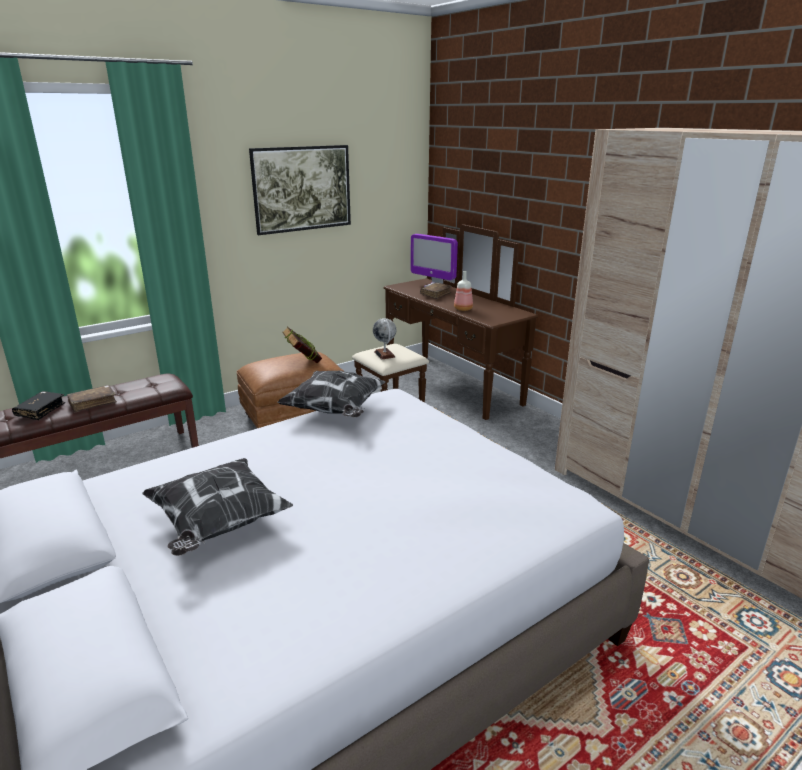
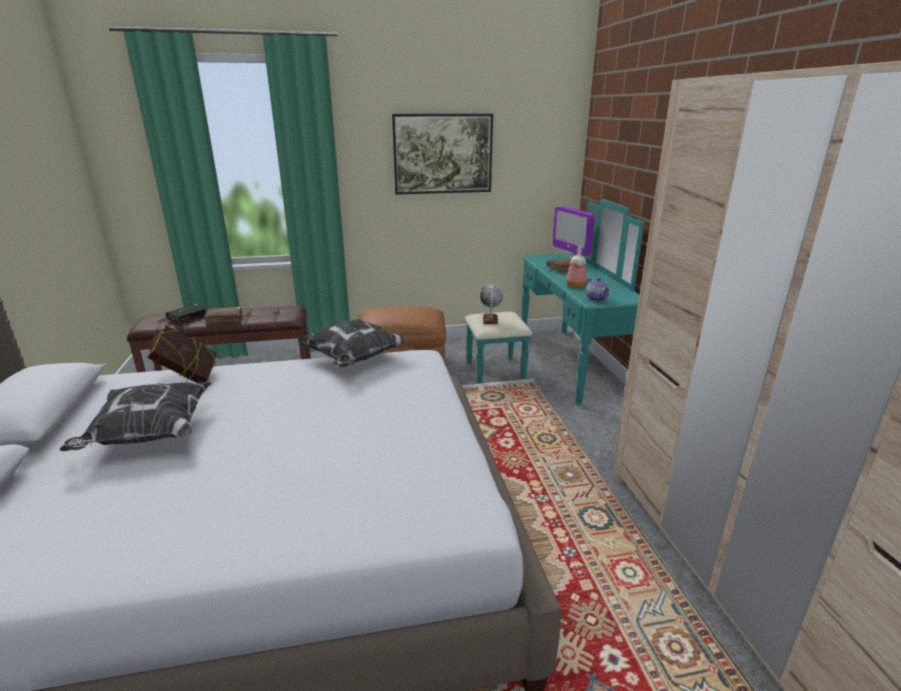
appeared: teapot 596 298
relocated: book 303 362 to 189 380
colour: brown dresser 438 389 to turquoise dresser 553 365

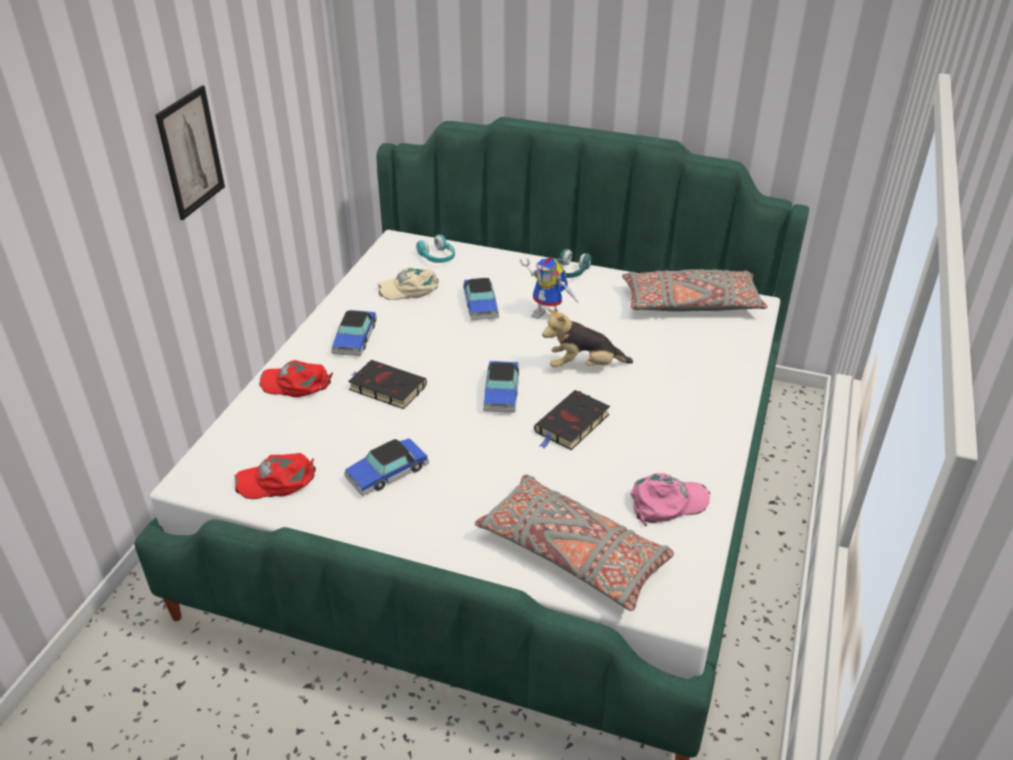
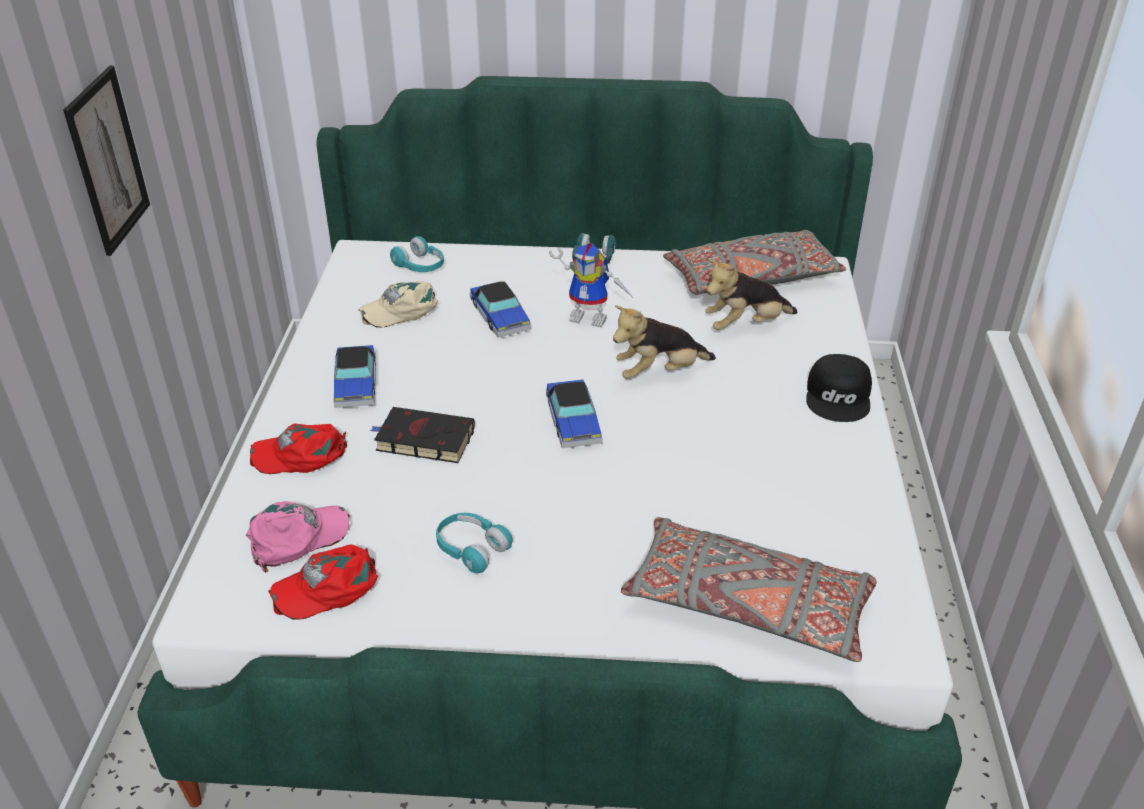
missing: black book 571 425
appeared: plush toy 745 325; black cap 839 396
relocated: pink cap 668 503 to 298 537
exchanged: toy car 387 473 to turquoise headphones 471 549

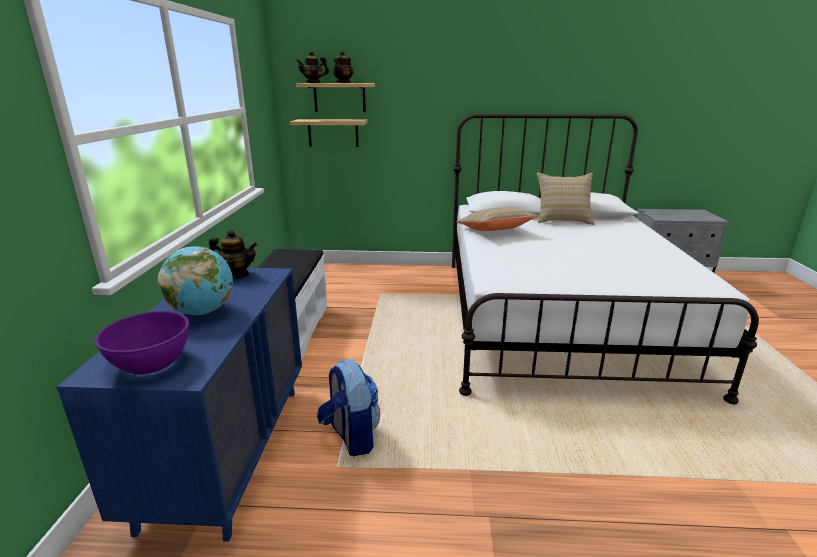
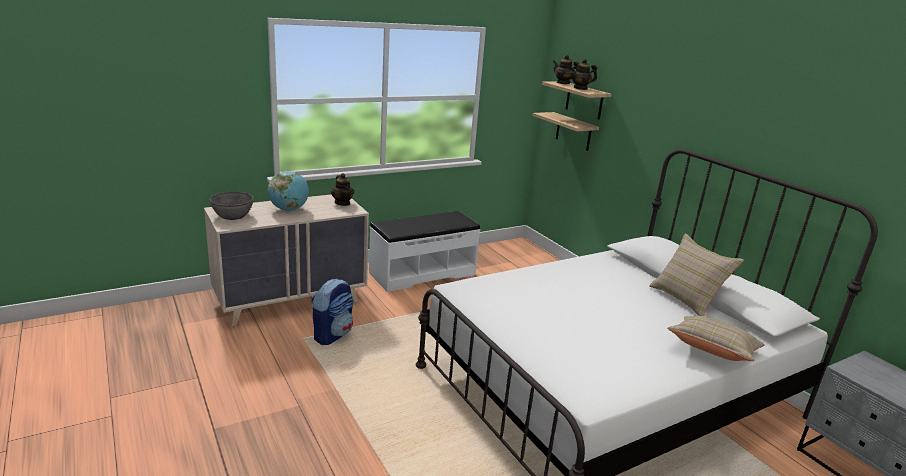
relocated: beige pillow 495 231 to 712 351
colour: blue dresser 228 450 to beige dresser 291 300; purple bowl 151 362 to grey bowl 232 216

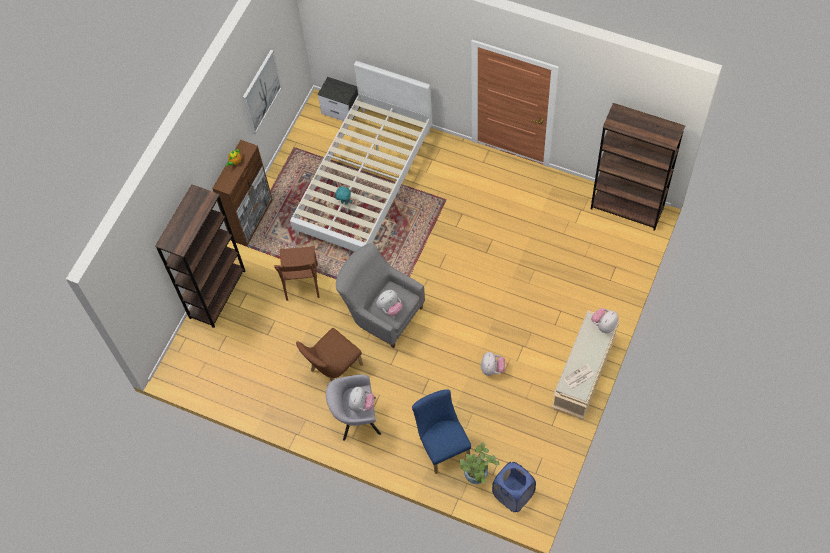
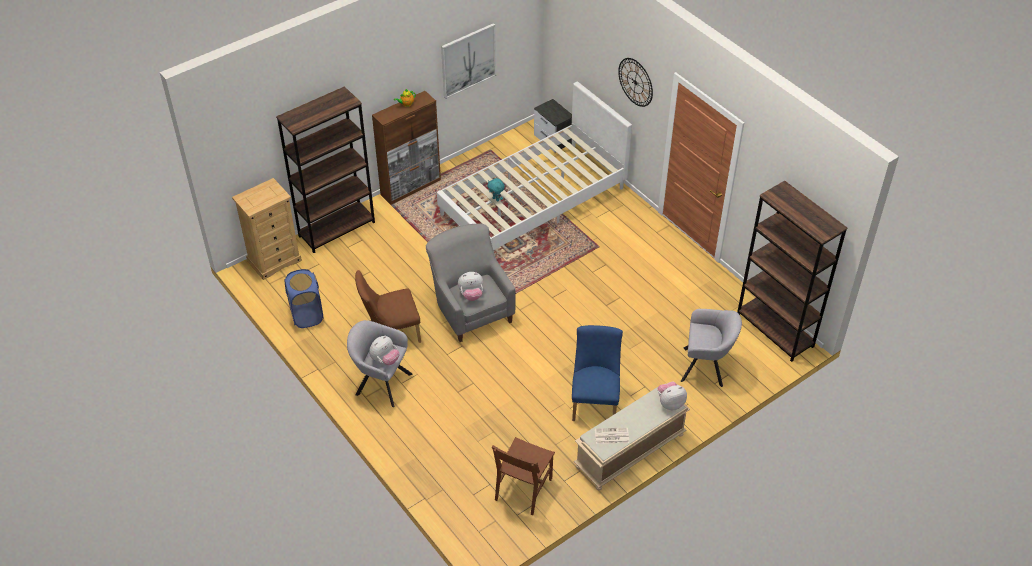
missing: potted plant 478 476; plush toy 492 369
appeared: beige dresser 274 260; wall clock 635 82; grey armchair 706 367
relocated: brown chair 302 282 to 523 489; blue chair 442 445 to 594 401; blue laundry basket 513 495 to 307 315

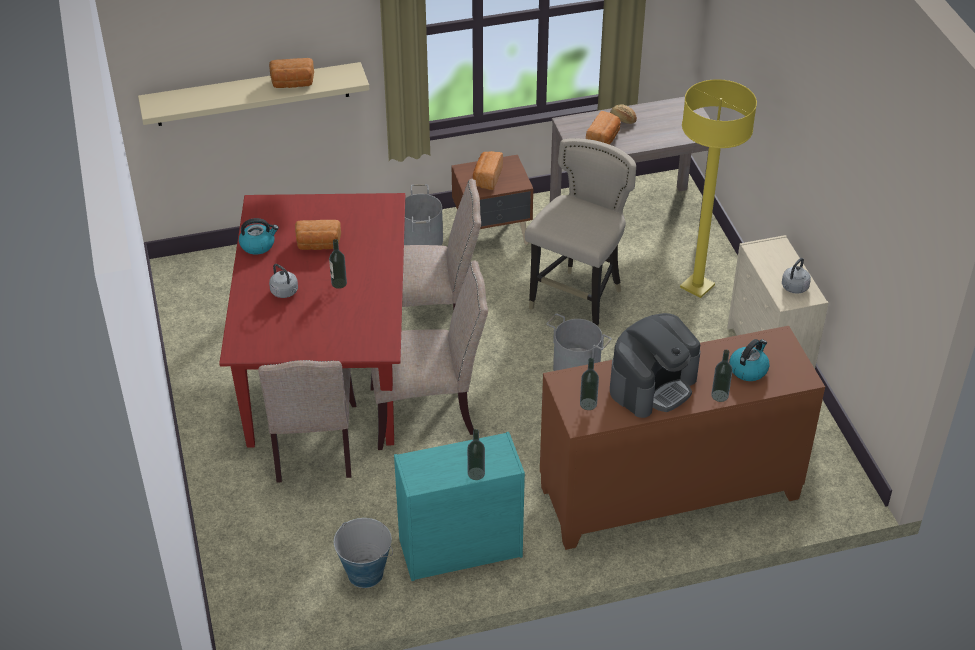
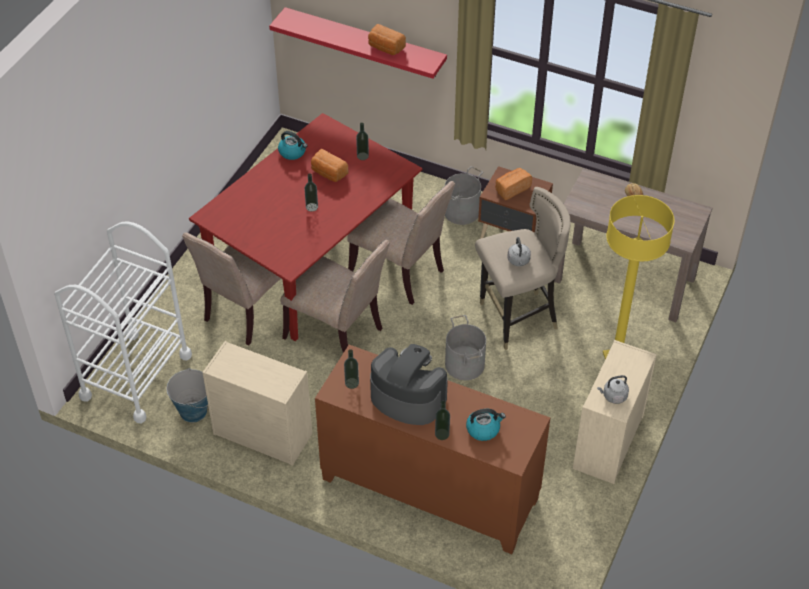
missing: bread 603 139
appeared: white cart 136 376
relocated: grey kettle 285 292 to 518 261; bottle 476 473 to 362 156
colour: beige shelf 252 94 to red shelf 364 42; turquoise dresser 458 548 to beige dresser 261 433
spun: coffee machine 653 385 = 407 398 150 degrees counterclockwise

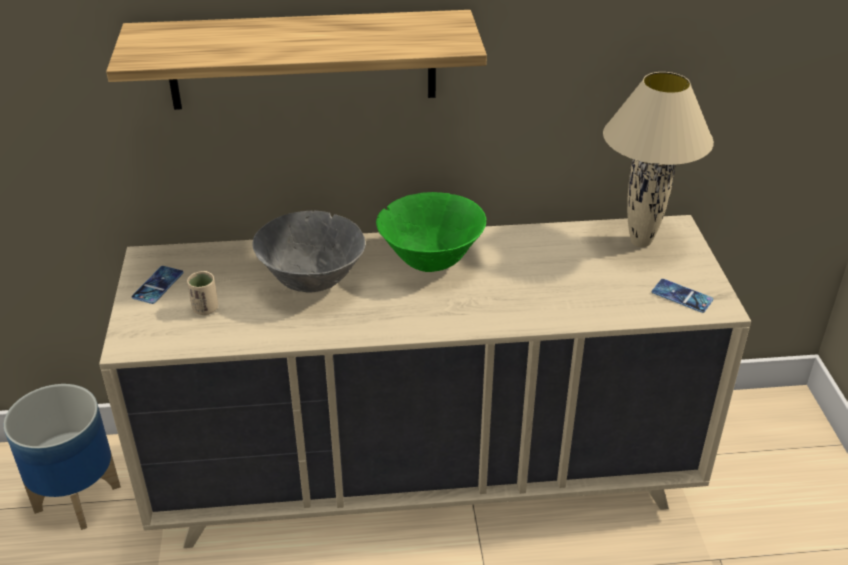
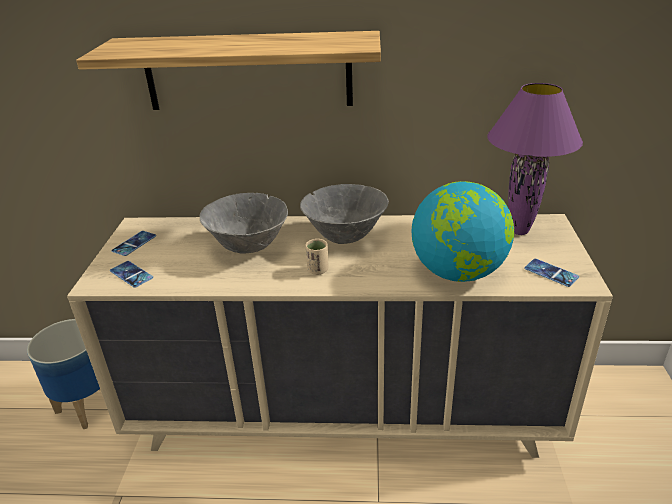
appeared: phone 131 274; globe 458 273
relocated: beige cup 205 309 to 318 270
colour: green bowl 430 262 to grey bowl 345 238; beige table lamp 641 242 to purple table lamp 520 231

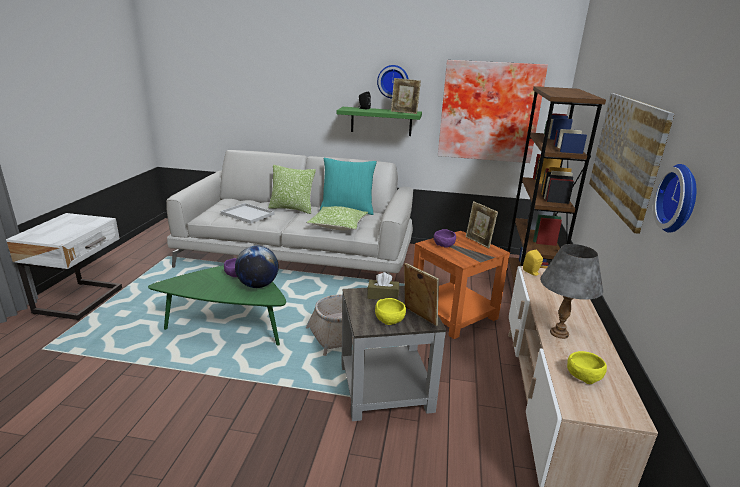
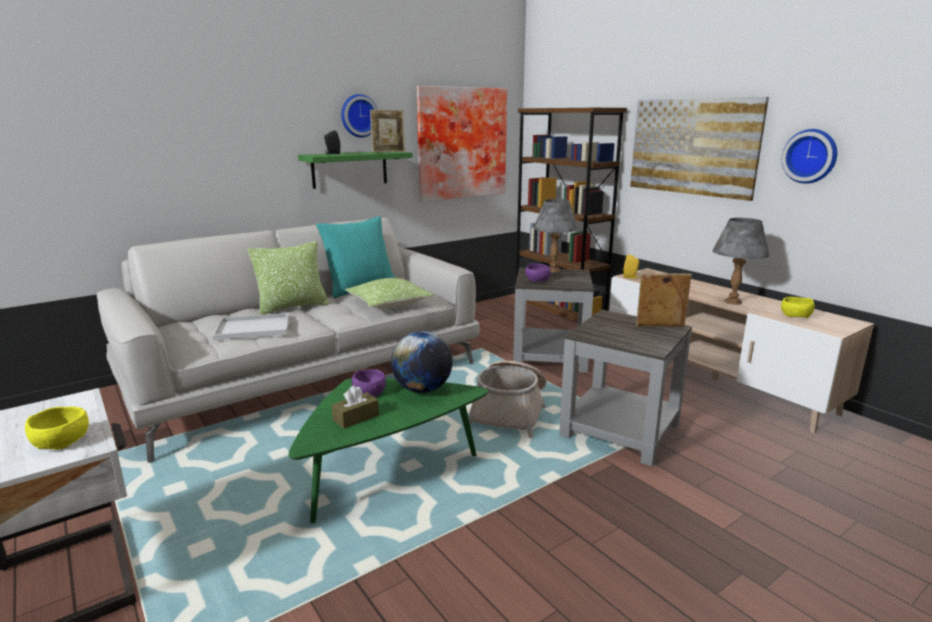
relocated: brown tissue box 383 296 to 356 418; yellow bowl 390 319 to 63 441
exchanged: picture frame 478 242 to grey table lamp 553 270
colour: orange side table 454 313 to grey side table 551 355

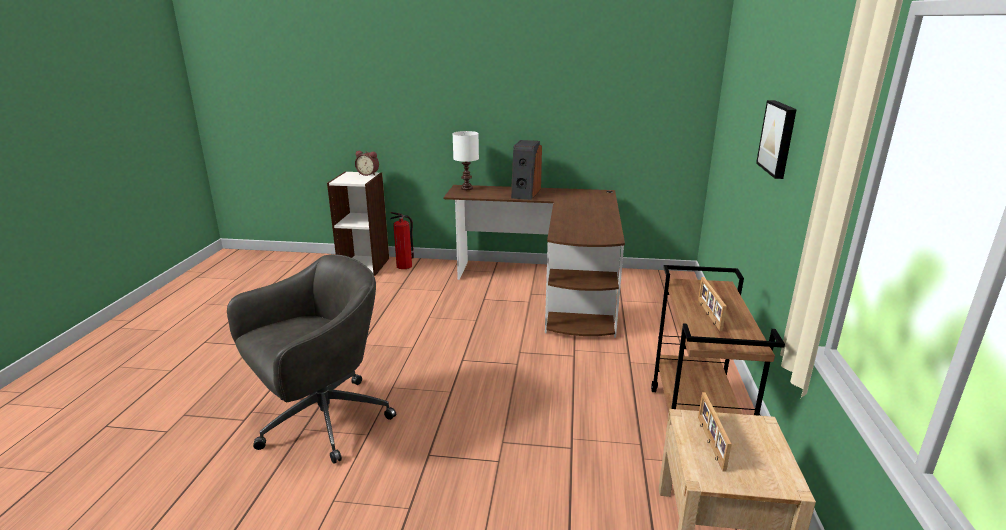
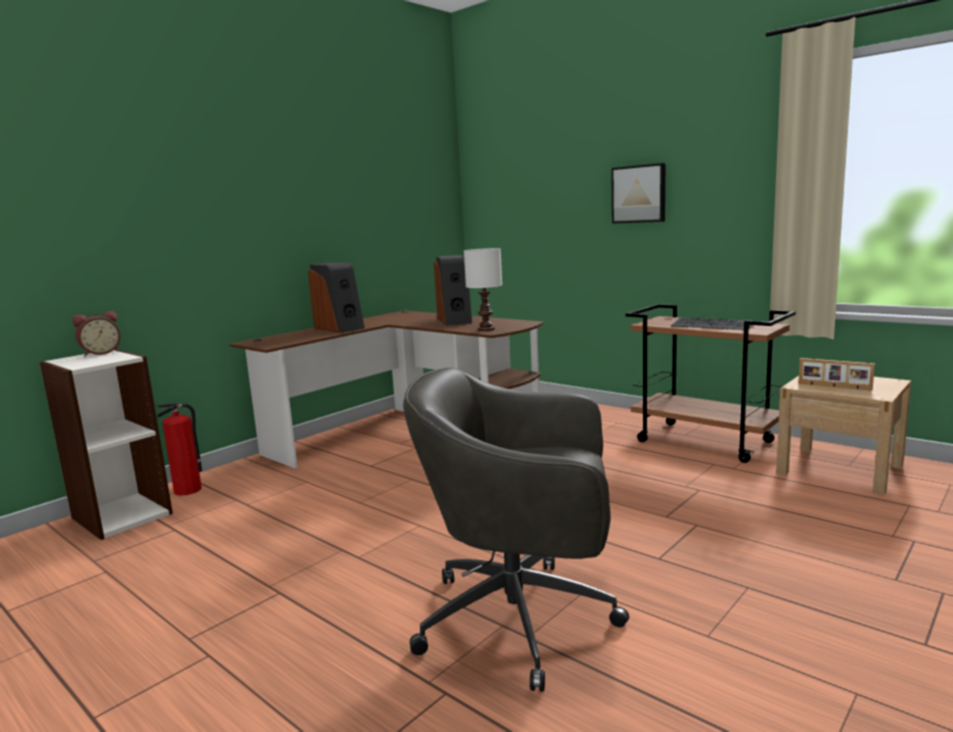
appeared: speaker 455 320
relocated: white table lamp 467 188 to 485 329
exchanged: picture frame 708 314 to keyboard 712 325
spun: grey office chair 321 421 = 523 619 75 degrees counterclockwise

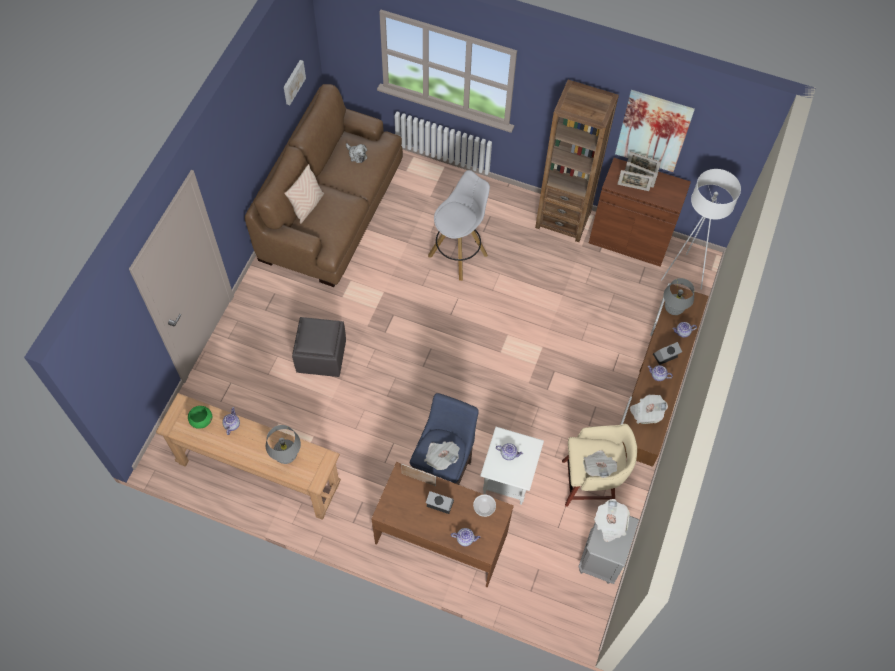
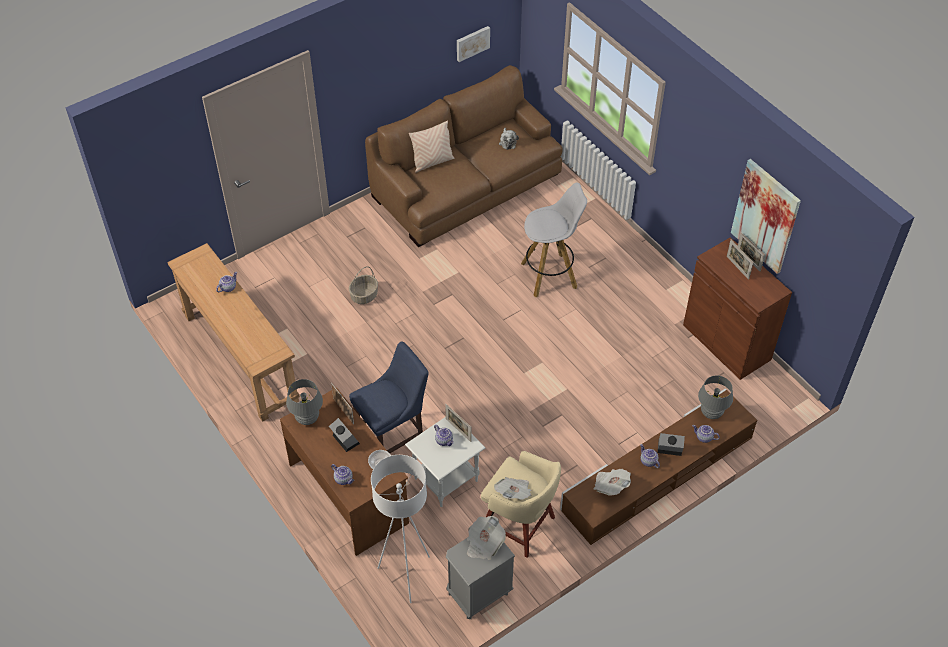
missing: green bowl 201 420; newspaper 441 457; brown bookcase 563 220
relocated: grey table lamp 286 455 to 307 418; picture frame 633 187 to 458 430; white floor lamp 683 274 to 406 575
exchanged: grey ottoman 322 356 to basket 364 296

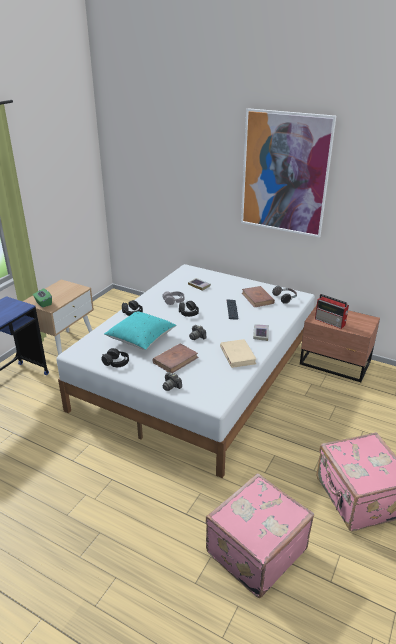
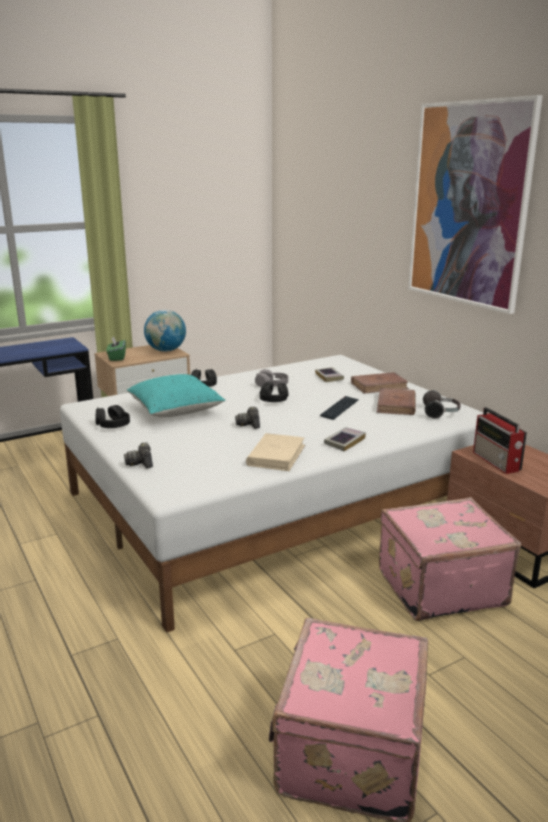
appeared: globe 166 350
relocated: brown book 175 360 to 379 386; pink suitcase 254 550 to 439 586

